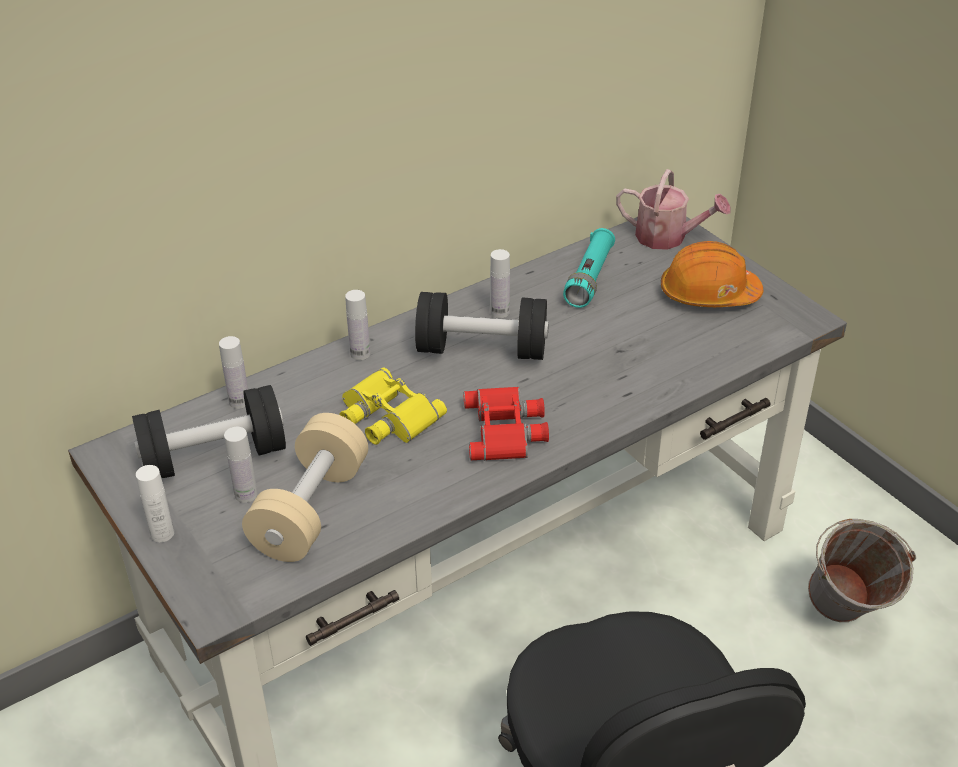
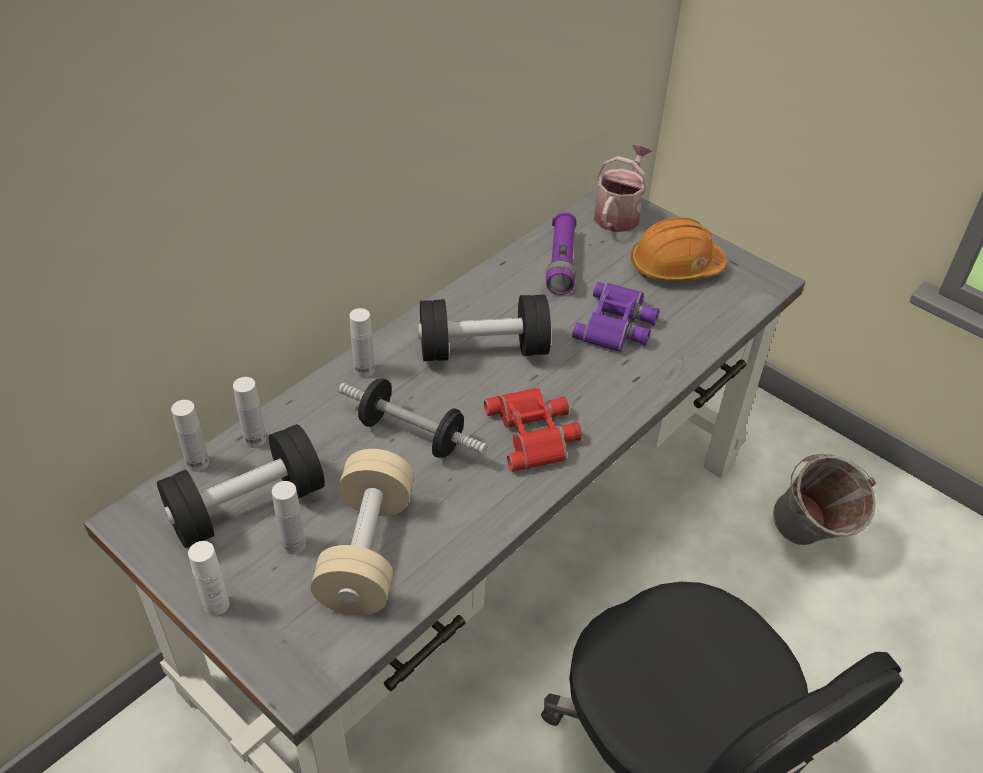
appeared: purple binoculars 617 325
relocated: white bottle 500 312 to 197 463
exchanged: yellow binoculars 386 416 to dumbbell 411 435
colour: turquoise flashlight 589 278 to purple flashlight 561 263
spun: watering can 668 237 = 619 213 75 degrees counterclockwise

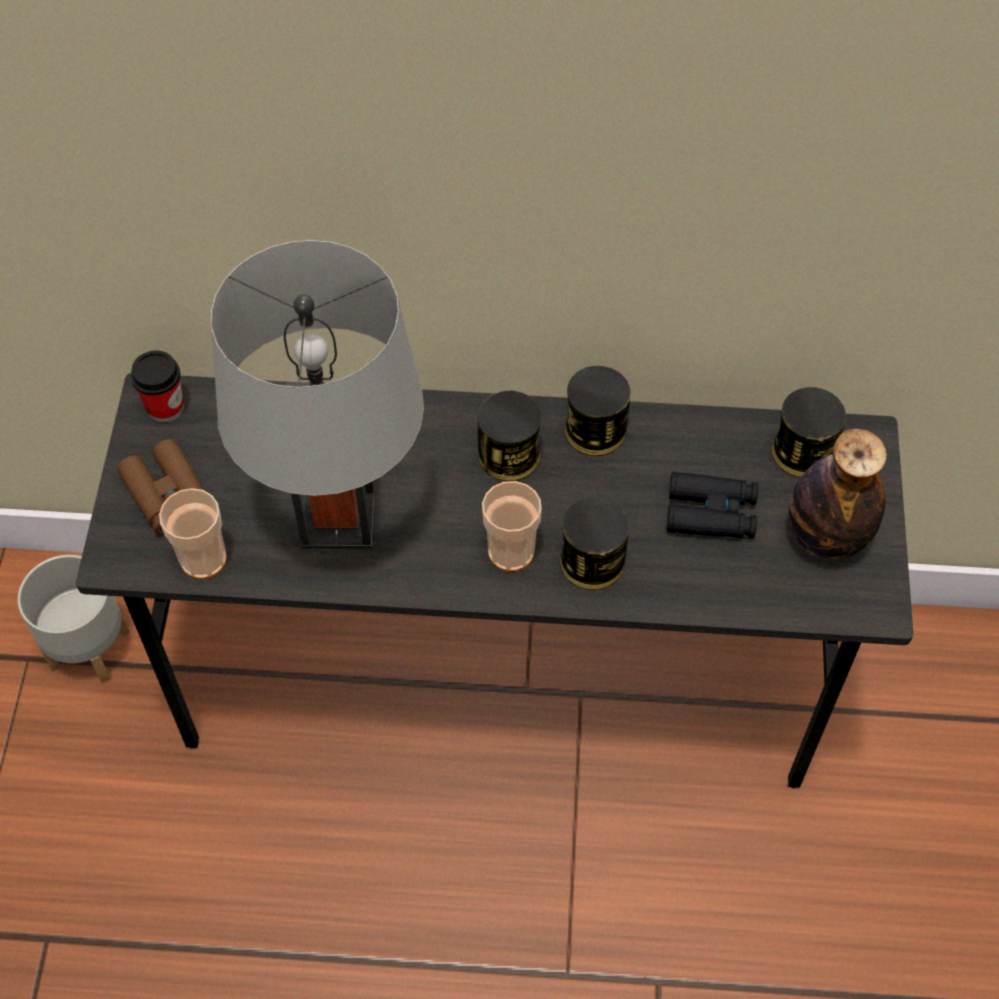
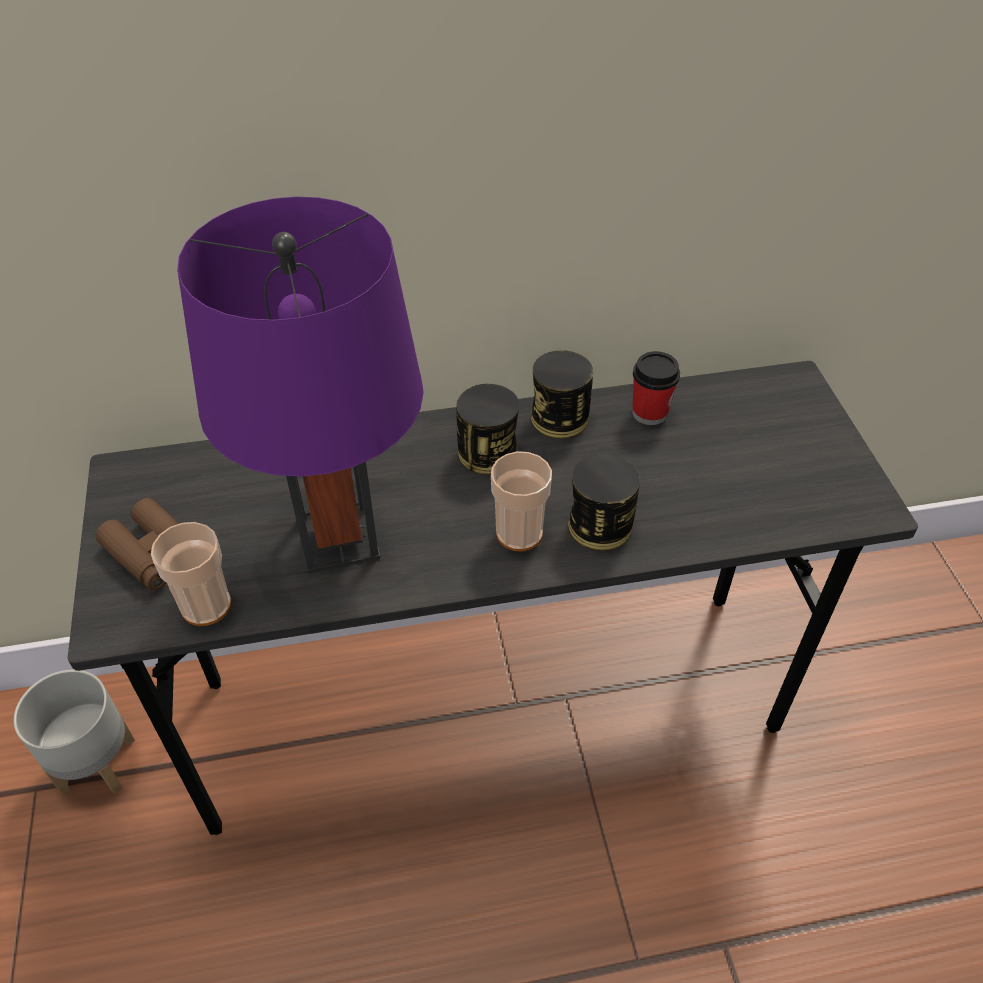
missing: black binoculars 711 513; can 802 452; bottle 826 536
relocated: cup 165 407 to 649 413
colour: grey table lamp 338 516 to purple table lamp 337 537

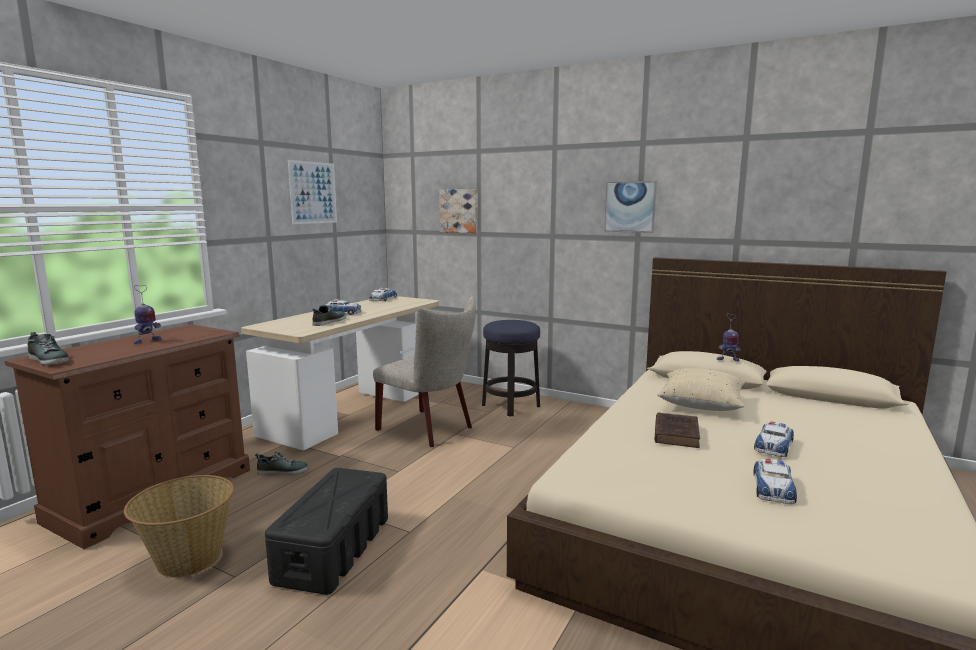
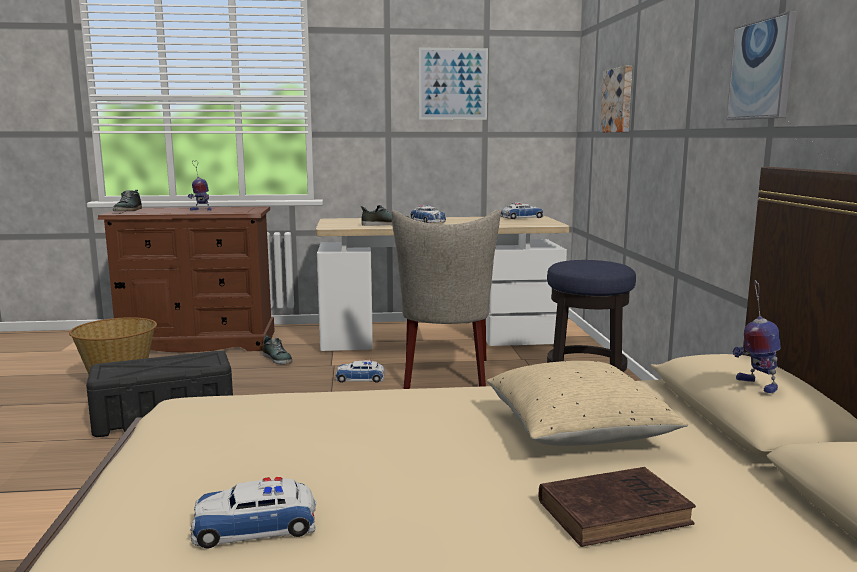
relocated: brown book 676 433 to 617 512; toy car 773 445 to 360 378

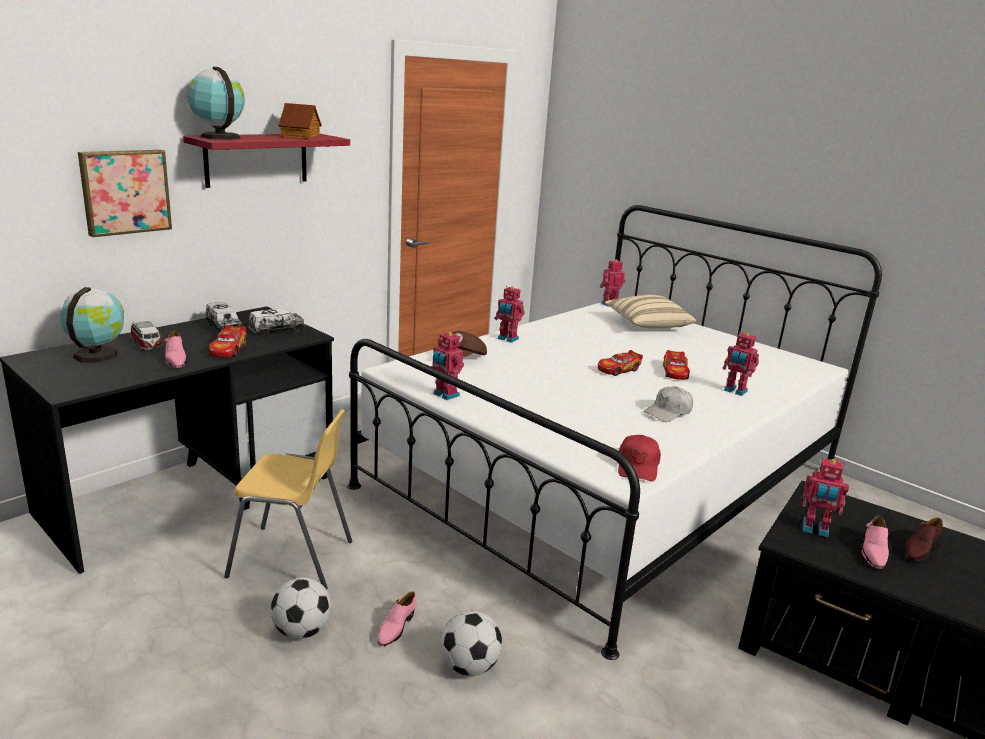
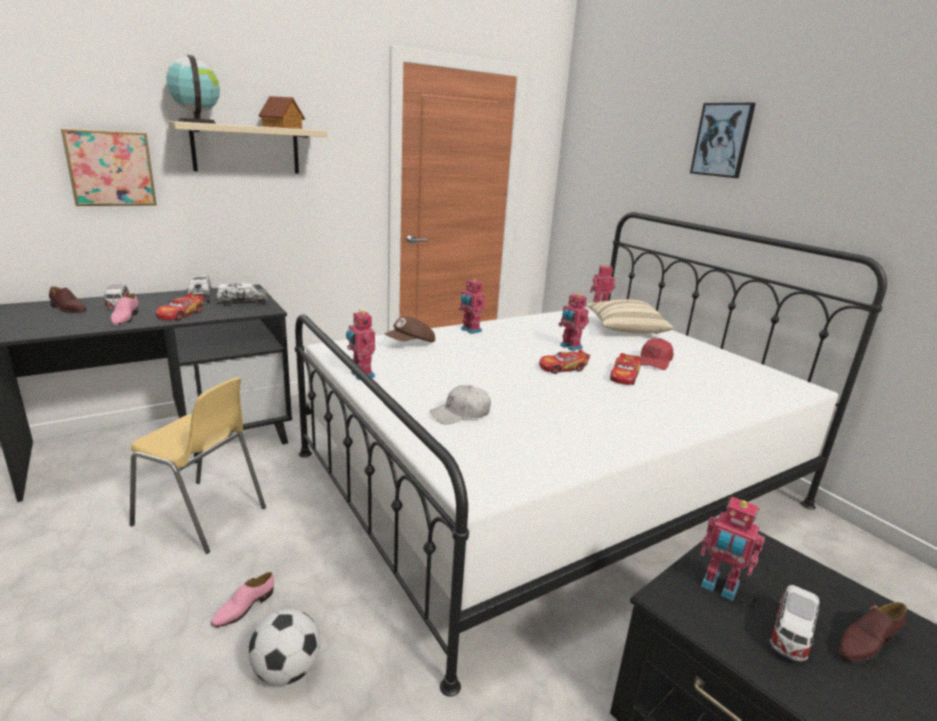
missing: football 302 631
appeared: picture 722 140
relocated: red cap 638 466 to 655 361; white cap 668 412 to 461 414; toy robot 735 391 to 570 347
exchanged: globe 97 354 to brown shoe 68 309; pink shoe 873 552 to toy car 790 635
colour: red shelf 256 159 to beige shelf 246 149

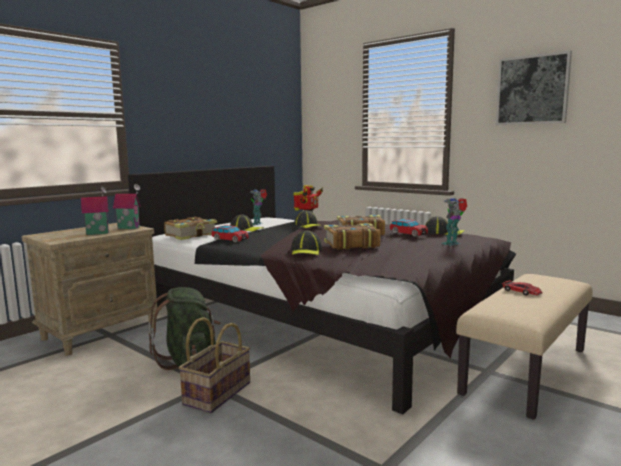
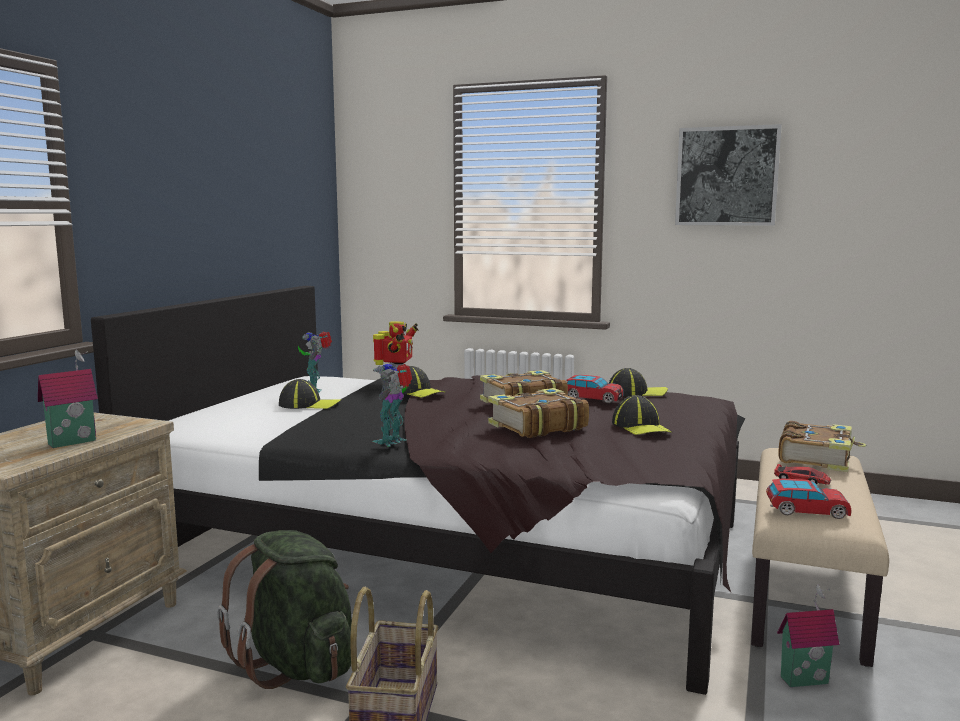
relocated: toy house 129 227 to 803 678; book 192 235 to 817 458; toy car 230 240 to 806 511; cap 306 251 to 641 427; toy robot 452 244 to 393 441

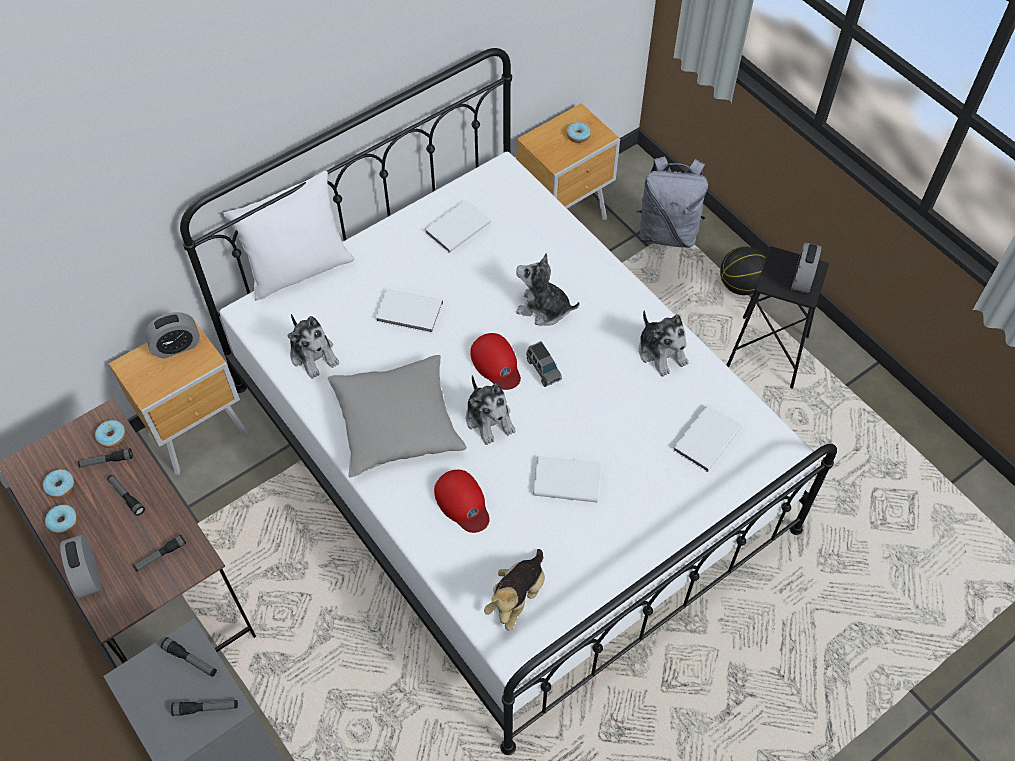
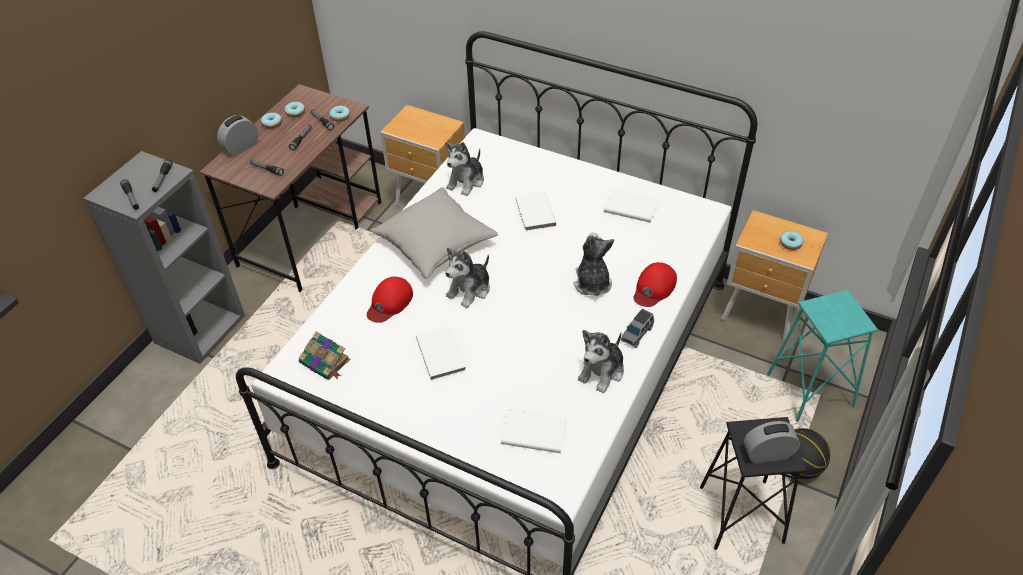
missing: alarm clock 176 346; white pillow 299 270
relocated: red cap 496 363 to 654 287; grey toy car 543 369 to 637 334
exchanged: plush toy 517 597 to book 325 362; grey backpack 668 232 to turquoise stool 810 390

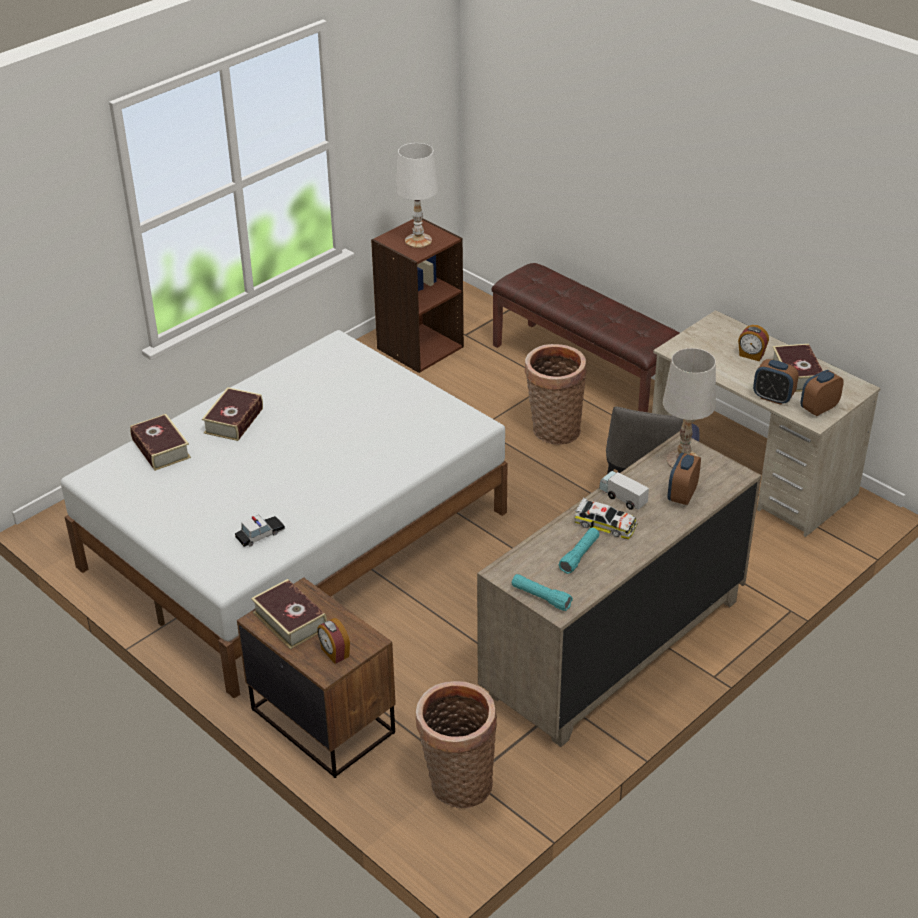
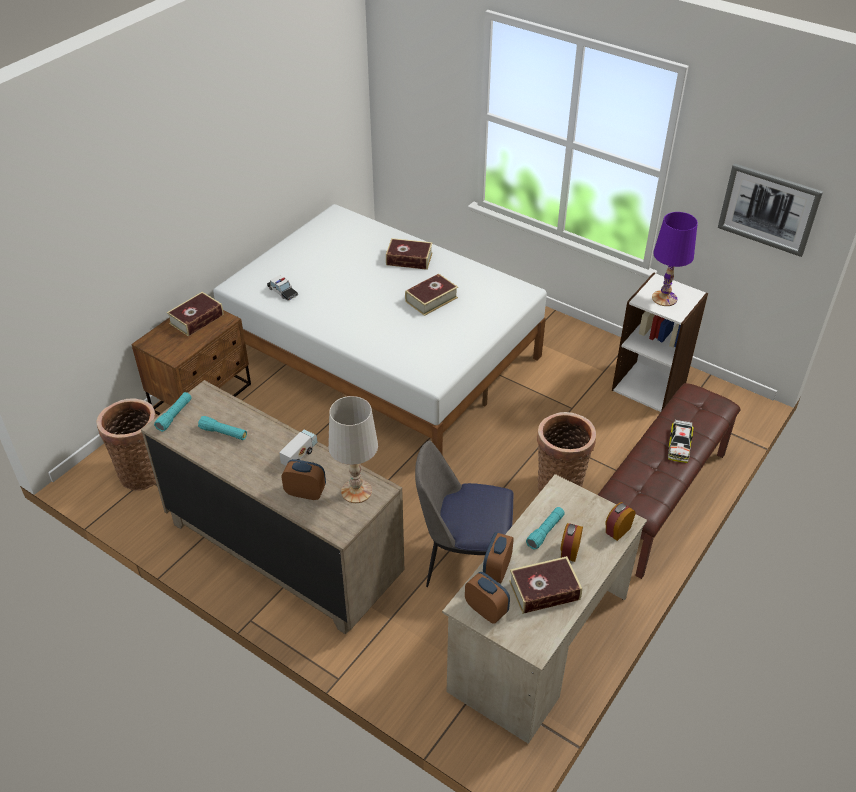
appeared: turquoise flashlight 545 532; picture 768 209
relocated: book 161 449 to 431 299; alarm clock 334 653 to 617 530; toy car 605 524 to 679 445
colour: brown bookcase 419 347 to white bookcase 649 385; white table lamp 418 240 to purple table lamp 664 298

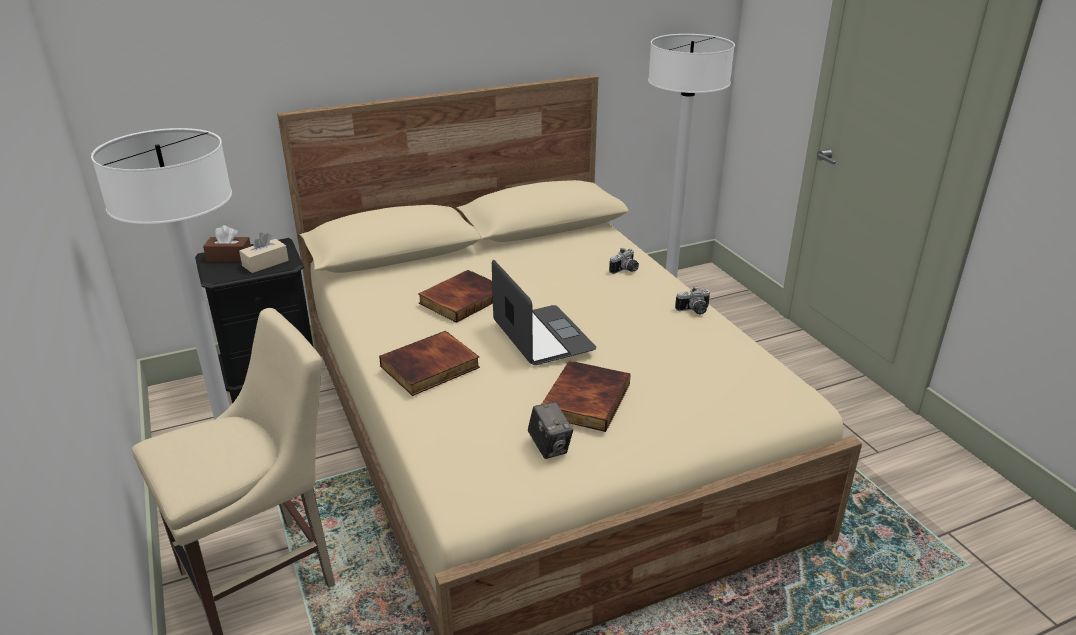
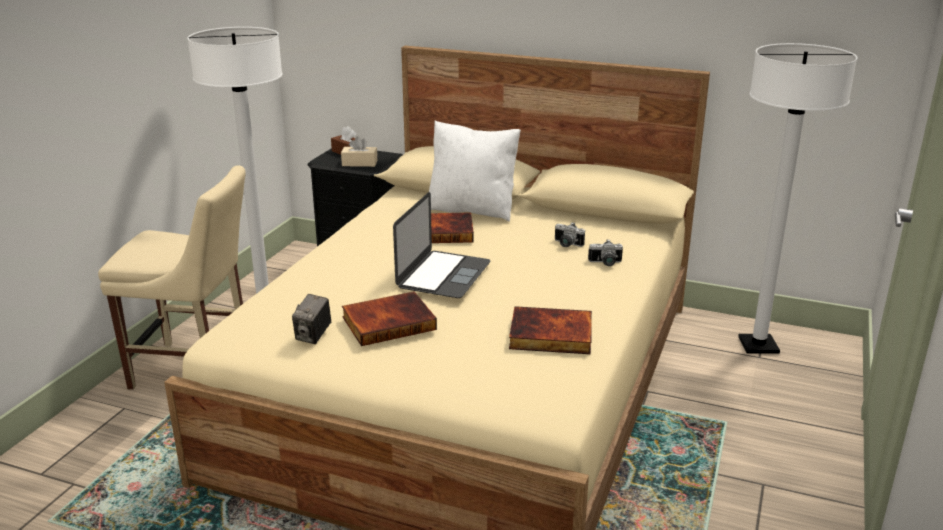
appeared: white pillow 472 210
relocated: book 430 368 to 550 336; photo camera 694 311 to 566 244

